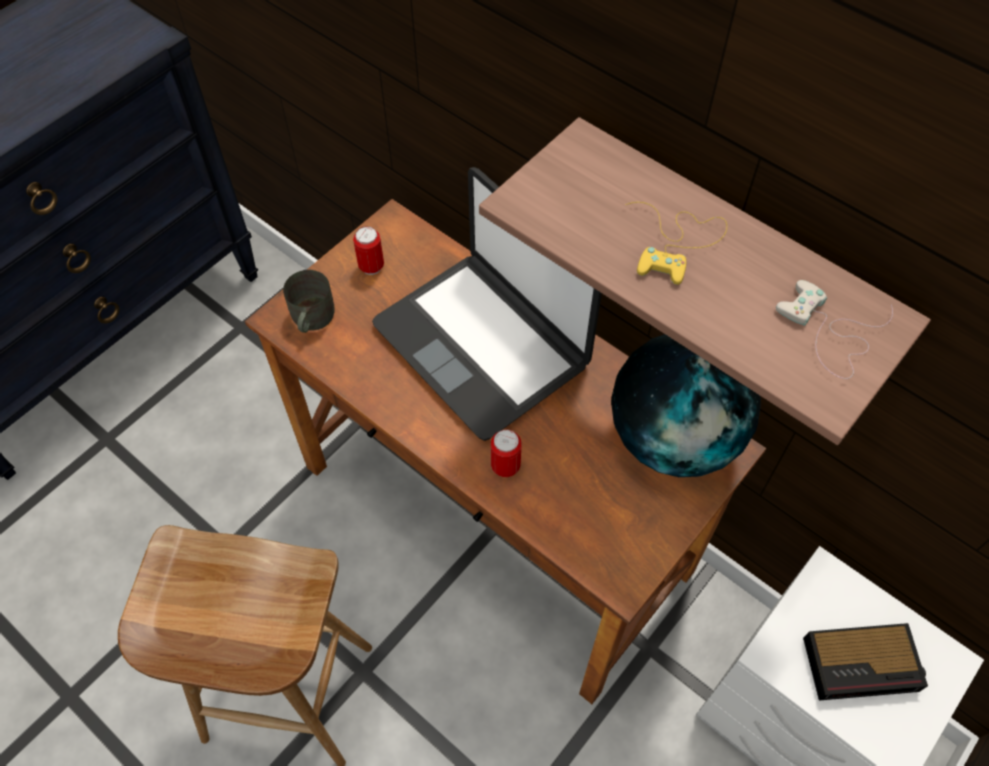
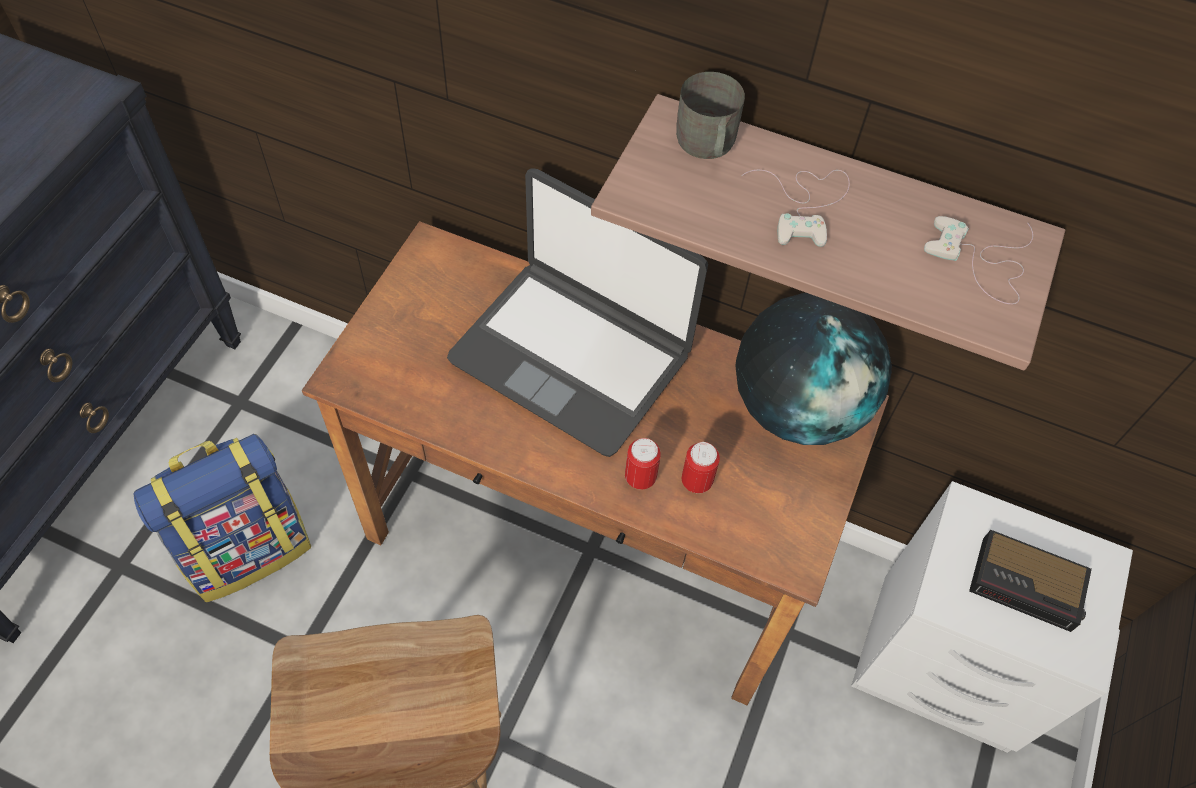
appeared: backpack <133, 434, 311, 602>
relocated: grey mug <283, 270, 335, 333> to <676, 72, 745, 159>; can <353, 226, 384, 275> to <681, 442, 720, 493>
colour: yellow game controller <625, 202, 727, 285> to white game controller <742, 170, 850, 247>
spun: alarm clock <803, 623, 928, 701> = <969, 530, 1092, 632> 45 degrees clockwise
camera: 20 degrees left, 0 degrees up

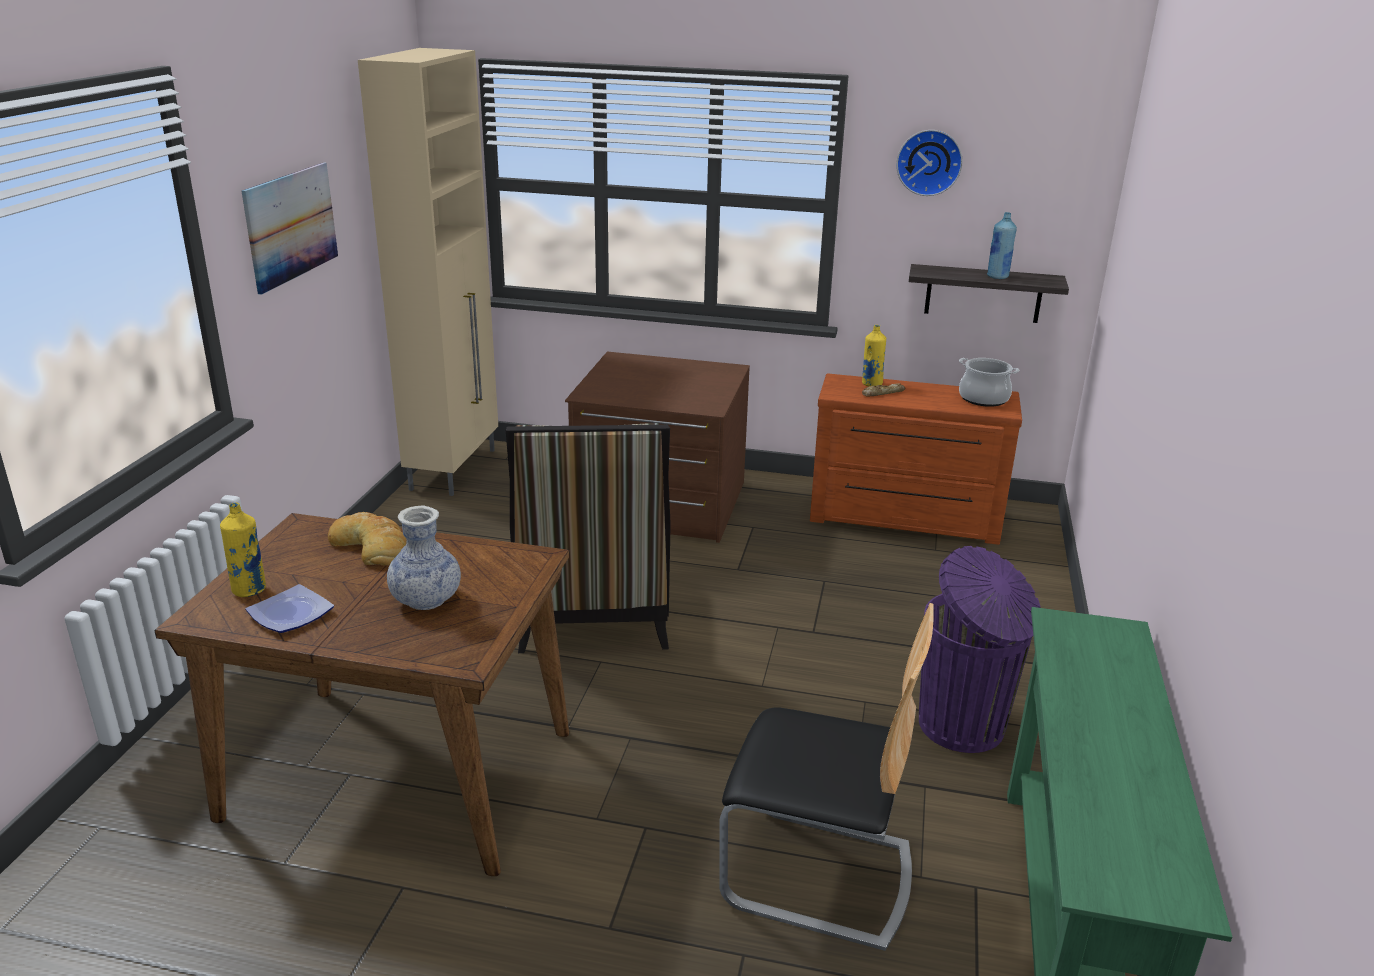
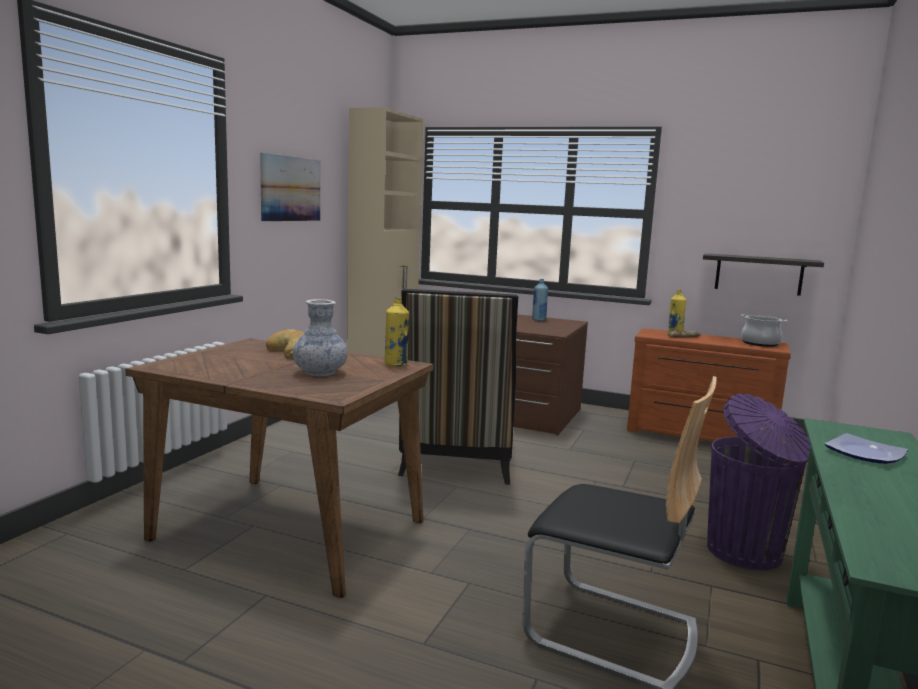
missing: wall clock <896, 130, 963, 196>
relocated: yellow bottle <220, 502, 266, 597> to <385, 297, 409, 366>; plate <246, 584, 334, 633> to <824, 433, 908, 464>; blue bottle <987, 212, 1017, 279> to <532, 279, 548, 321>
camera: 10 degrees right, 15 degrees down

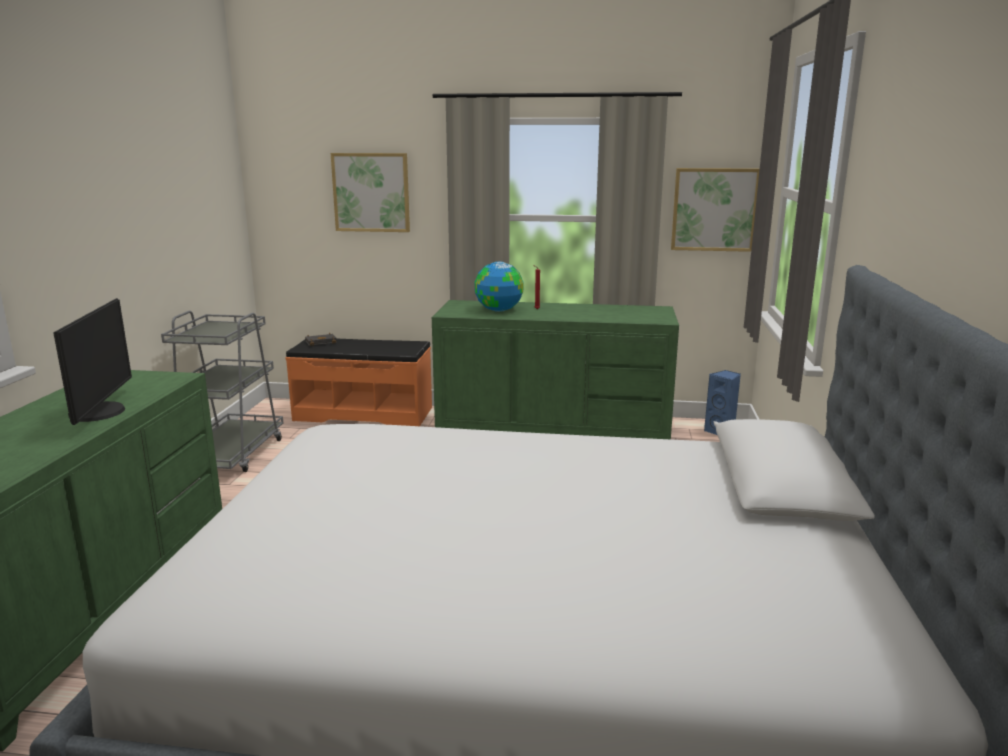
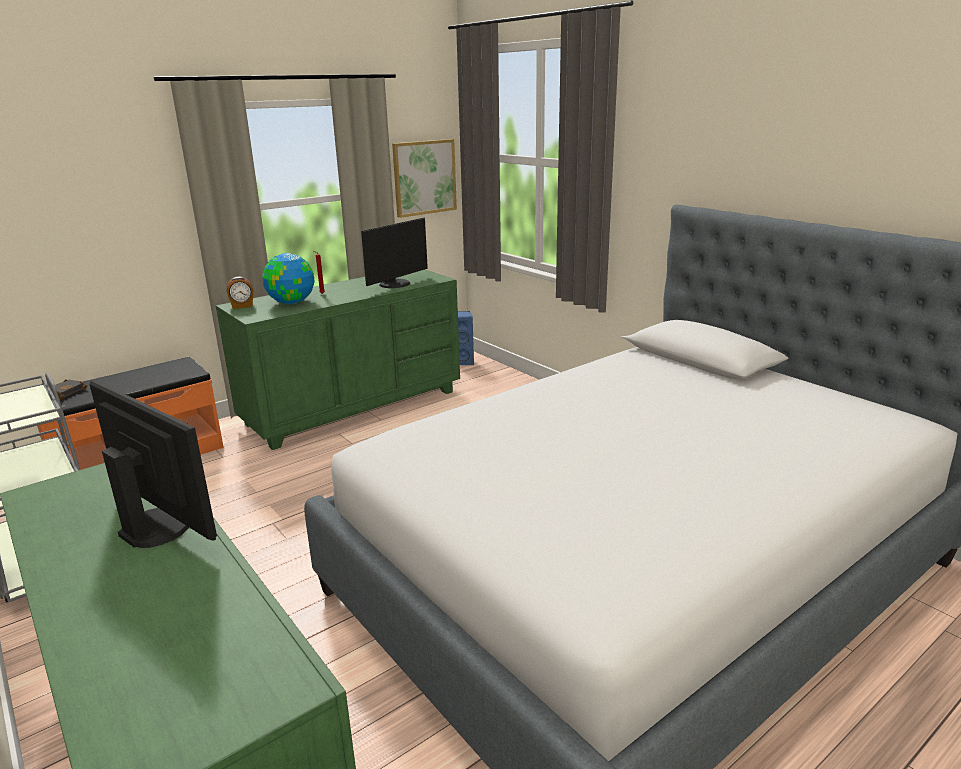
missing: picture <331, 153, 410, 232>
appeared: alarm clock <227, 277, 253, 309>; monitor <361, 218, 428, 288>
camera: 45 degrees left, 5 degrees up

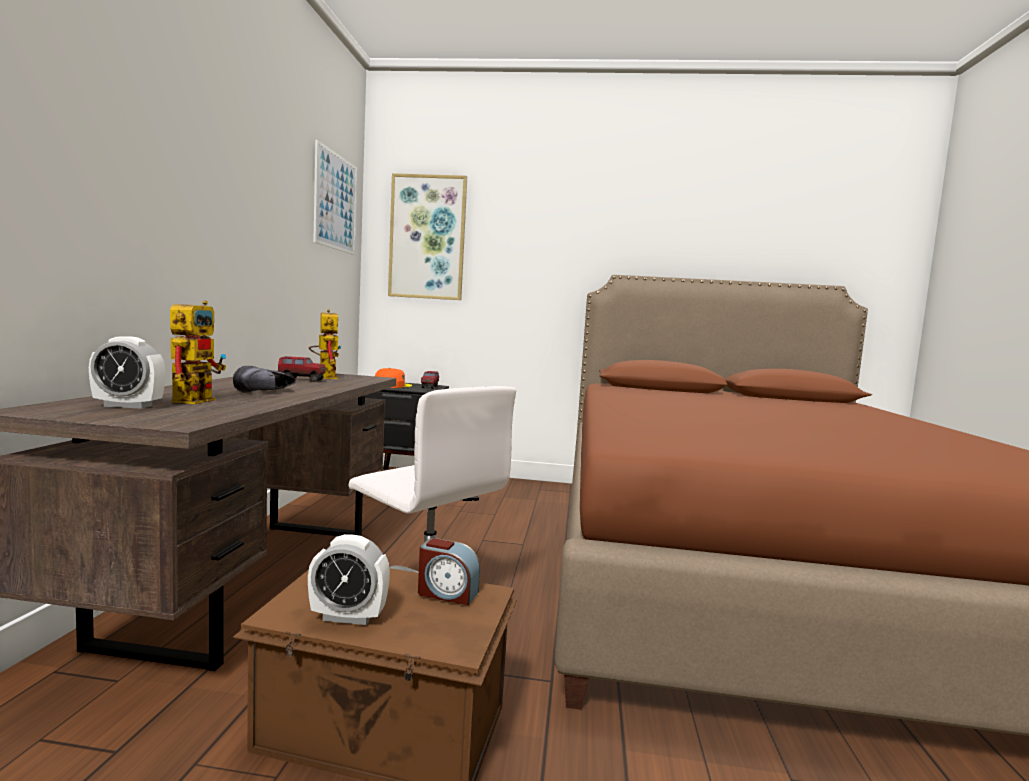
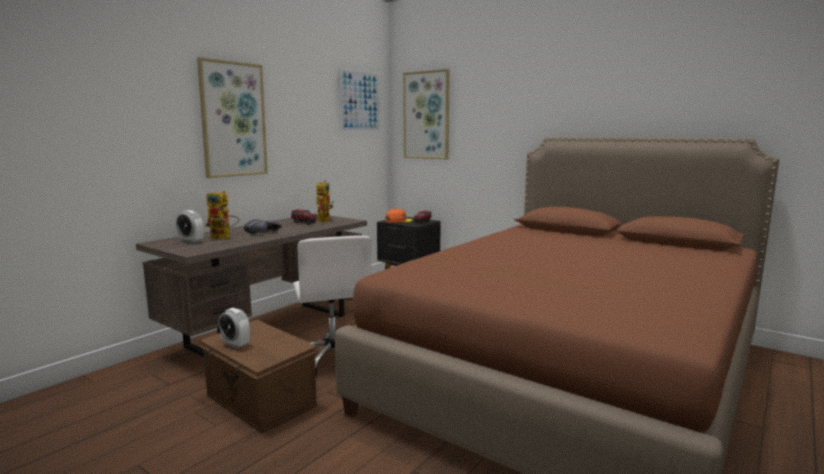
missing: alarm clock <418, 538, 480, 605>
appeared: picture <197, 57, 268, 178>
spun: toy robot <170, 301, 226, 404> = <206, 191, 239, 240> 75 degrees clockwise
camera: 30 degrees right, 5 degrees up

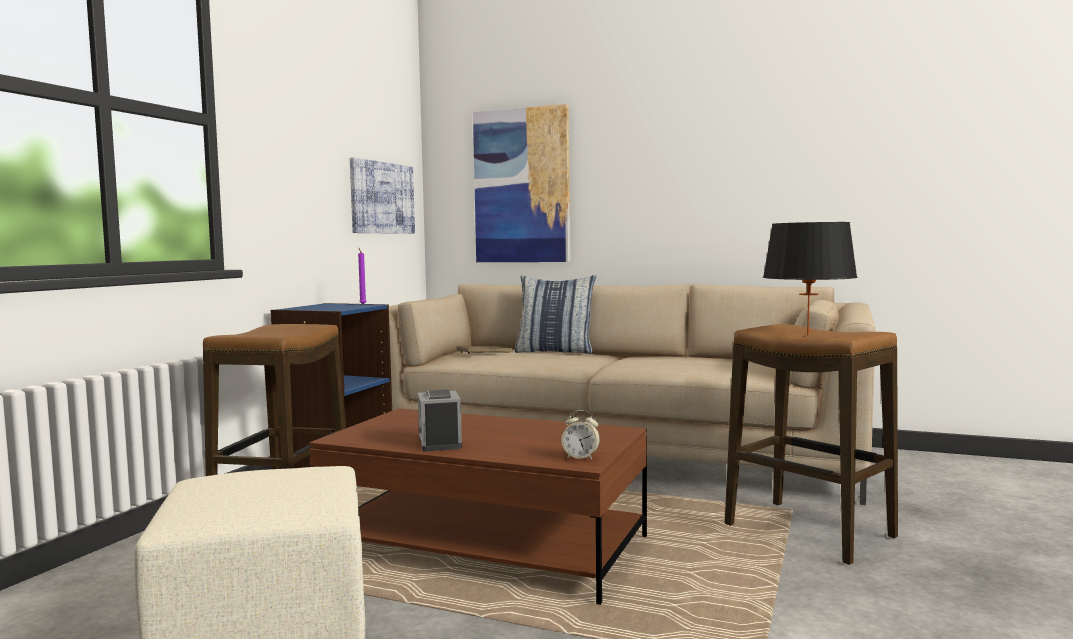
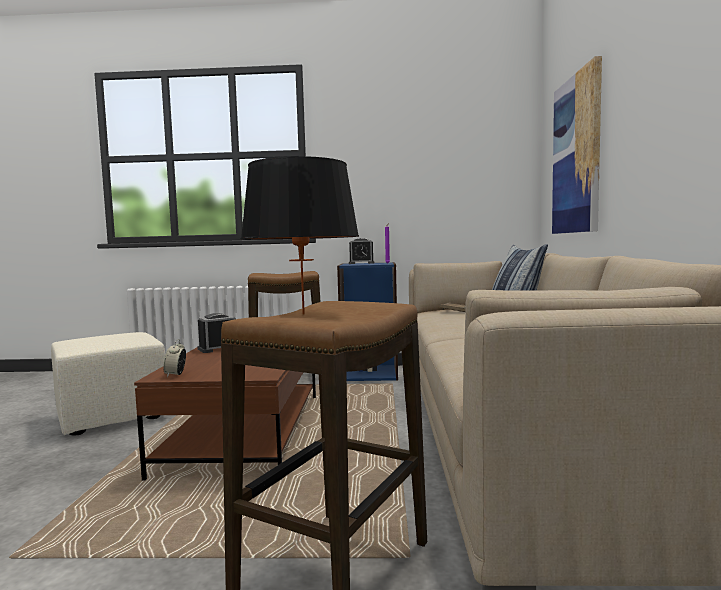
missing: picture <350, 157, 415, 234>
appeared: alarm clock <349, 238, 374, 264>
camera: 70 degrees right, 0 degrees up

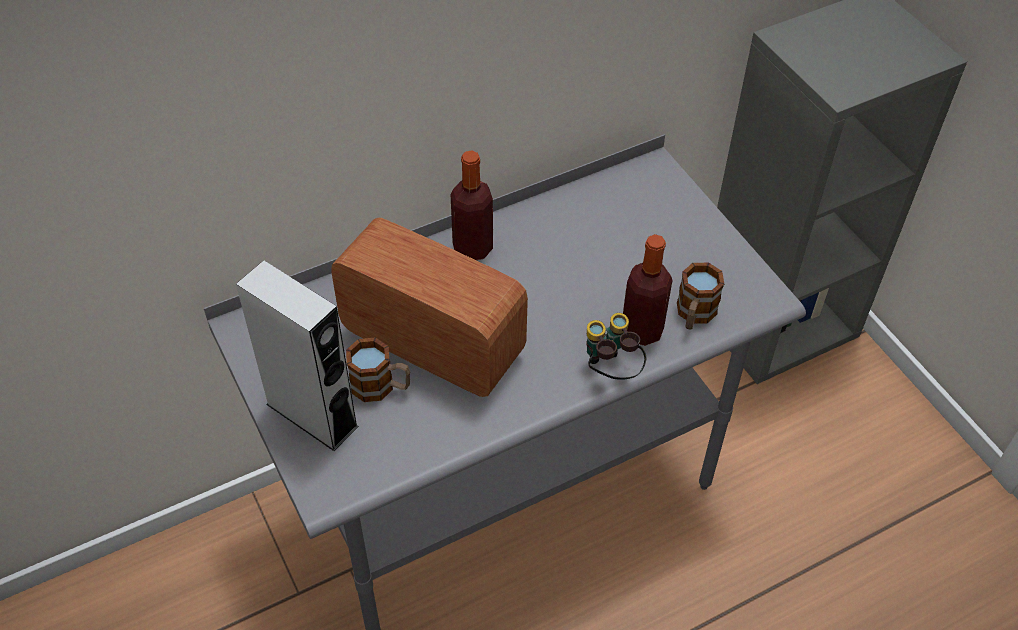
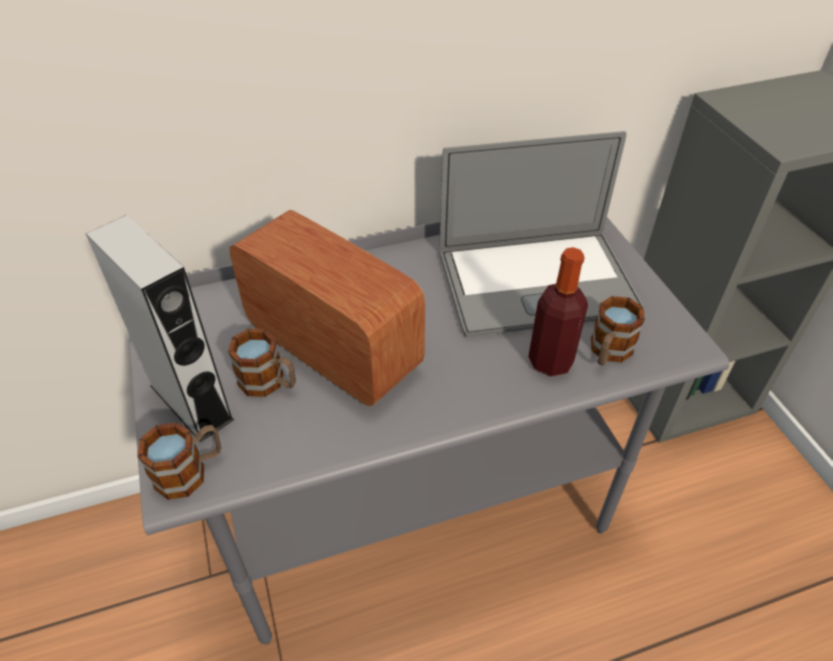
missing: bottle <450, 151, 493, 260>; binoculars <586, 313, 646, 380>
appeared: mug <137, 422, 222, 500>; laptop <440, 131, 646, 337>
camera: 10 degrees right, 5 degrees down

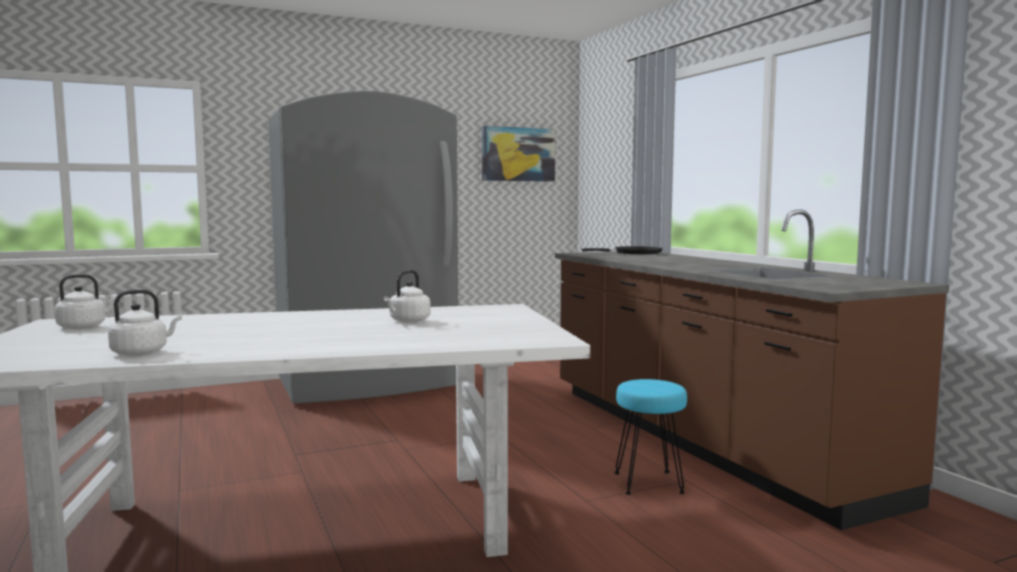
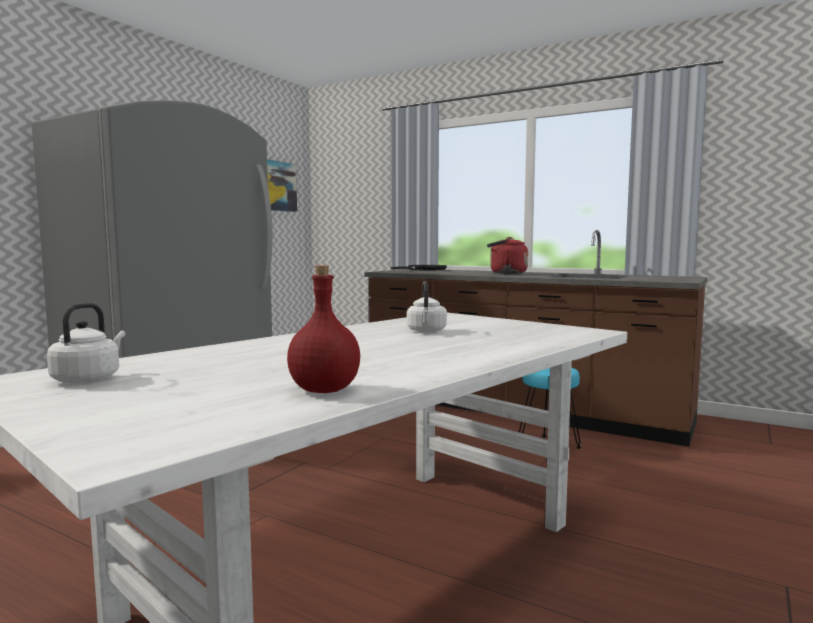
appeared: red kettle <487, 237, 528, 274>
exchanged: white kettle <108, 290, 182, 356> to red bottle <287, 265, 360, 393>
camera: 35 degrees left, 0 degrees up

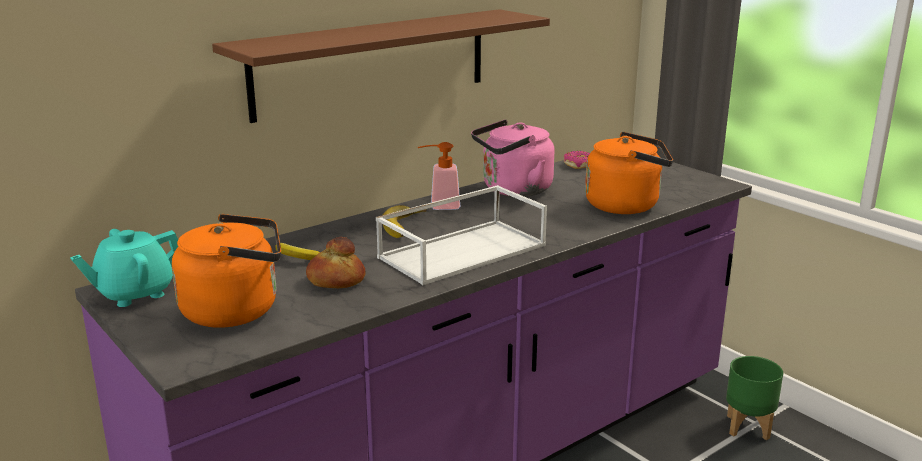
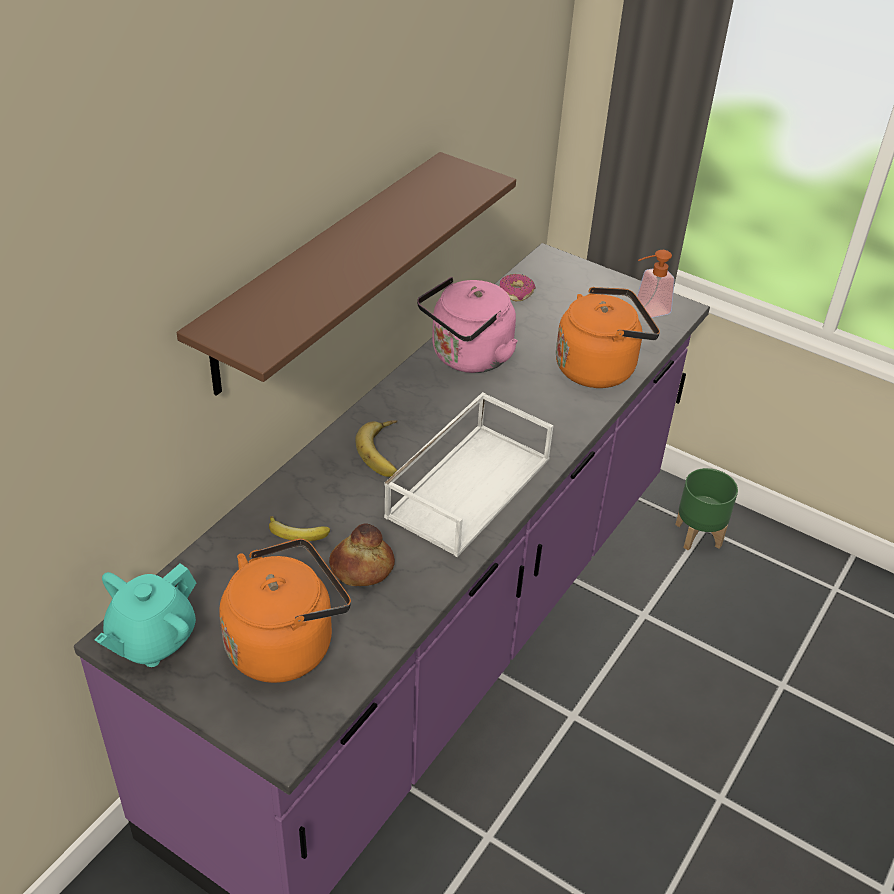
relocated: soap dispenser <418, 142, 460, 210> to <637, 250, 675, 318>
camera: 20 degrees left, 20 degrees up

